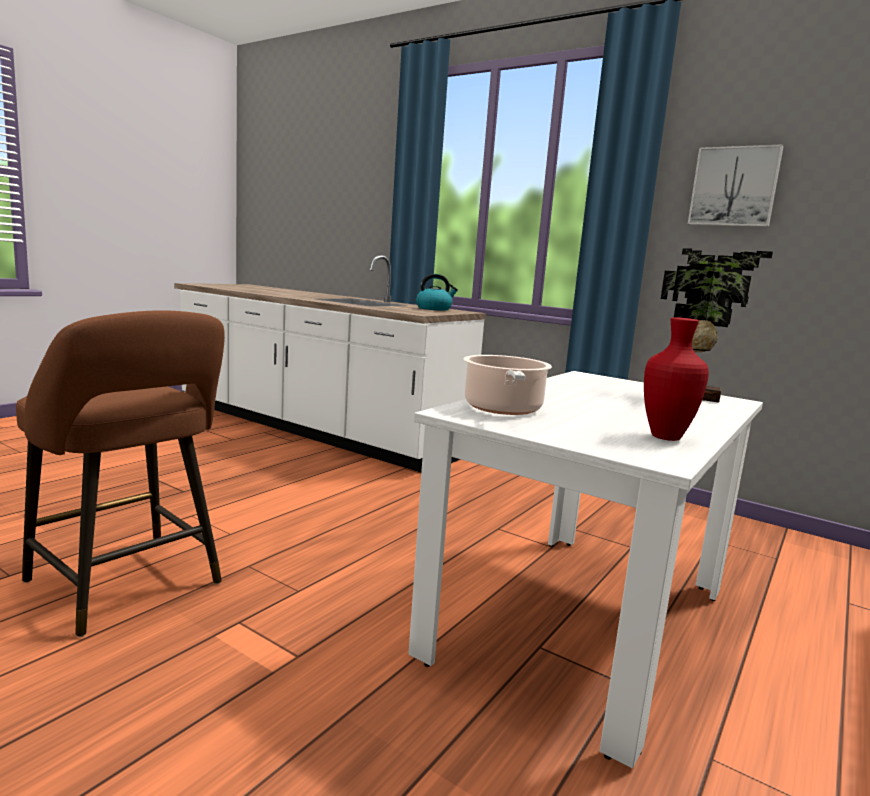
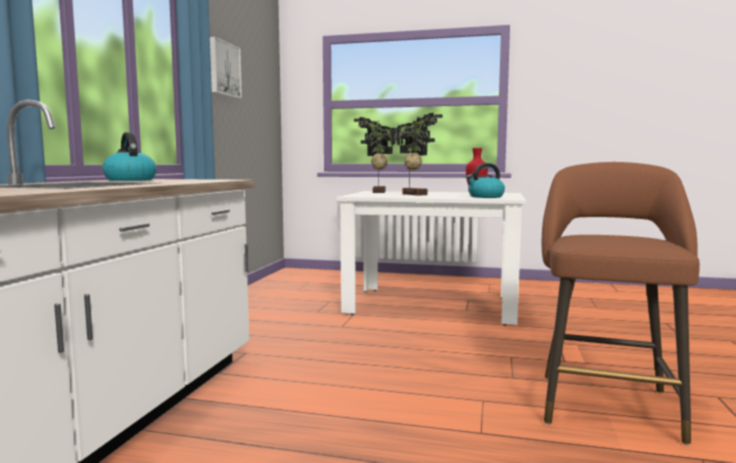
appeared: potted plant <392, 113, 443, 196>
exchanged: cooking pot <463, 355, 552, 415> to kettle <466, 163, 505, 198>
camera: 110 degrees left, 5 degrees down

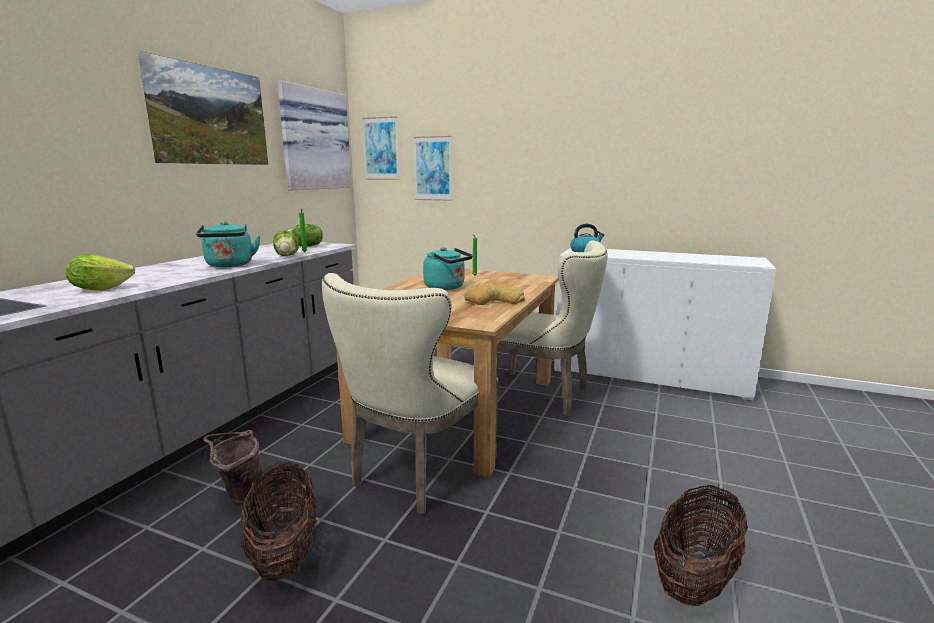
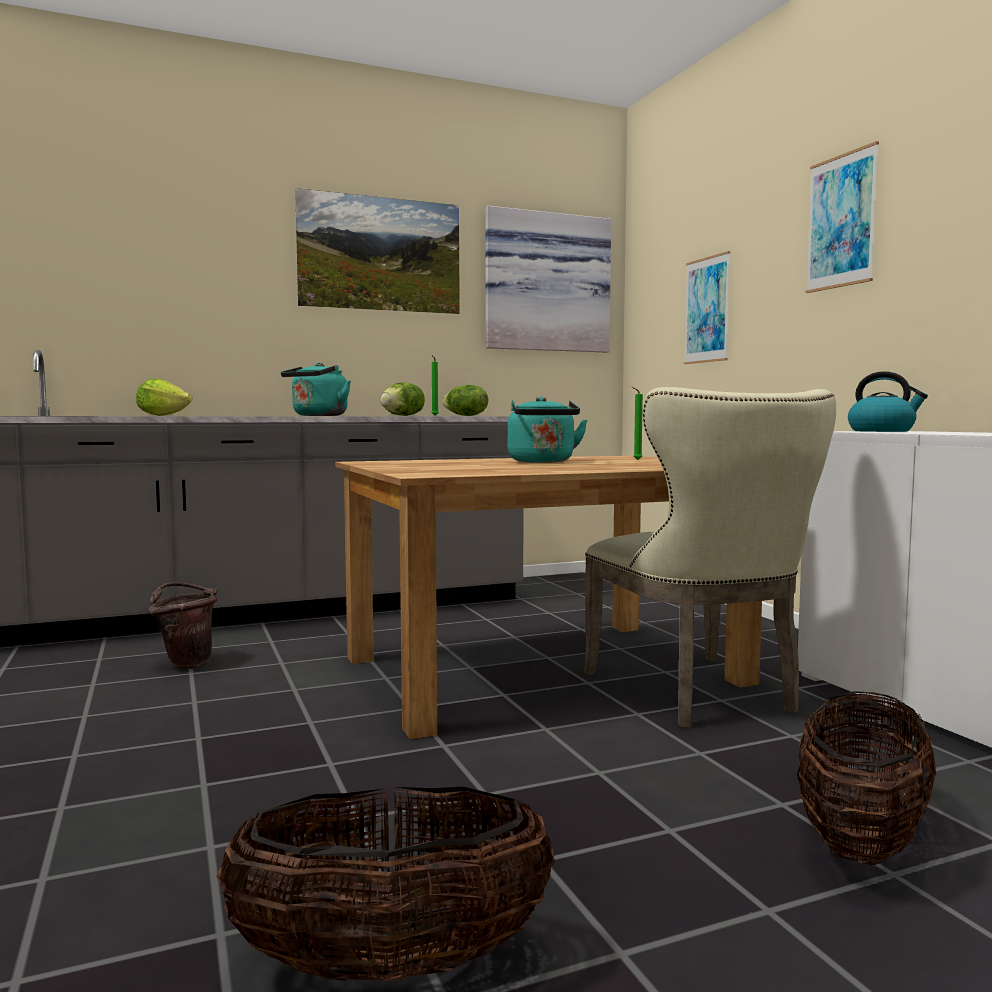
missing: beige chair <322, 273, 499, 514>; bread <465, 282, 525, 305>
relocated: basket <241, 462, 317, 580> to <797, 691, 936, 865>; picture <362, 116, 399, 180> to <805, 141, 879, 293>
camera: 45 degrees right, 10 degrees down

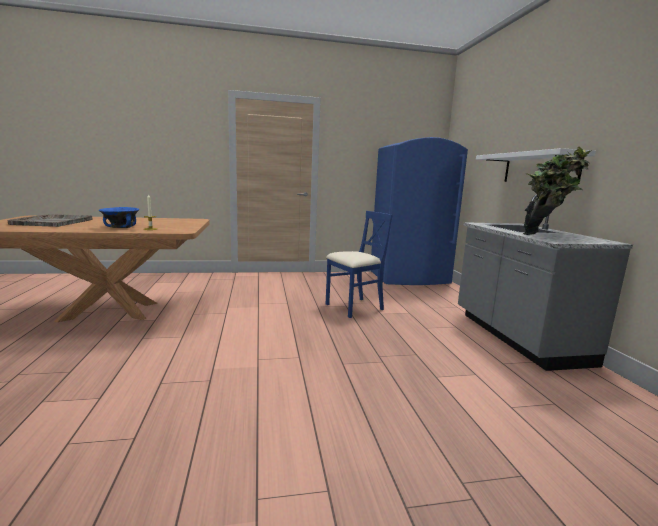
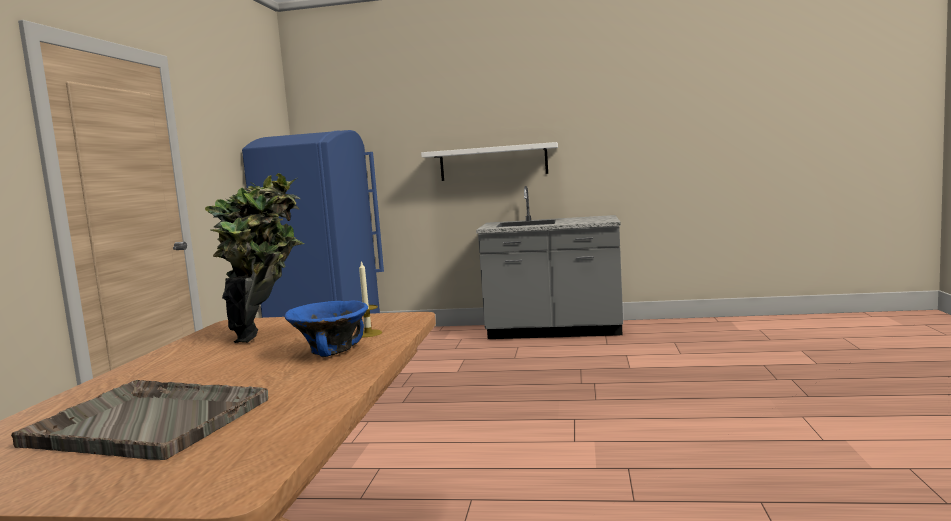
missing: blue chair <326, 211, 393, 318>
relocated: potted plant <523, 147, 592, 235> to <205, 173, 304, 343>
camera: 70 degrees left, 5 degrees down

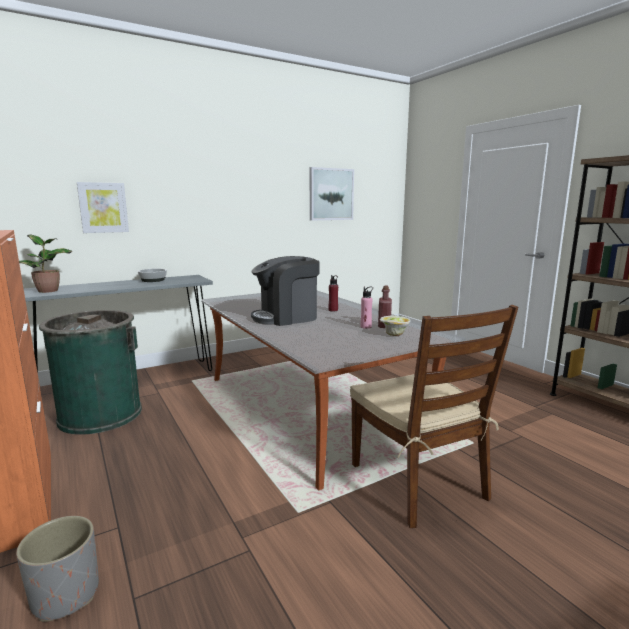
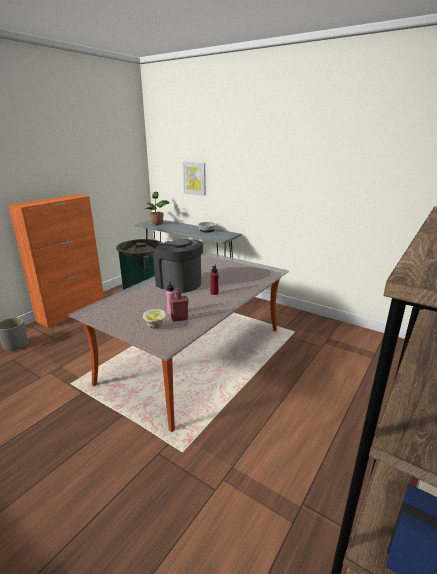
missing: picture <310, 167, 354, 221>; brown chair <350, 305, 518, 528>
camera: 65 degrees right, 10 degrees up

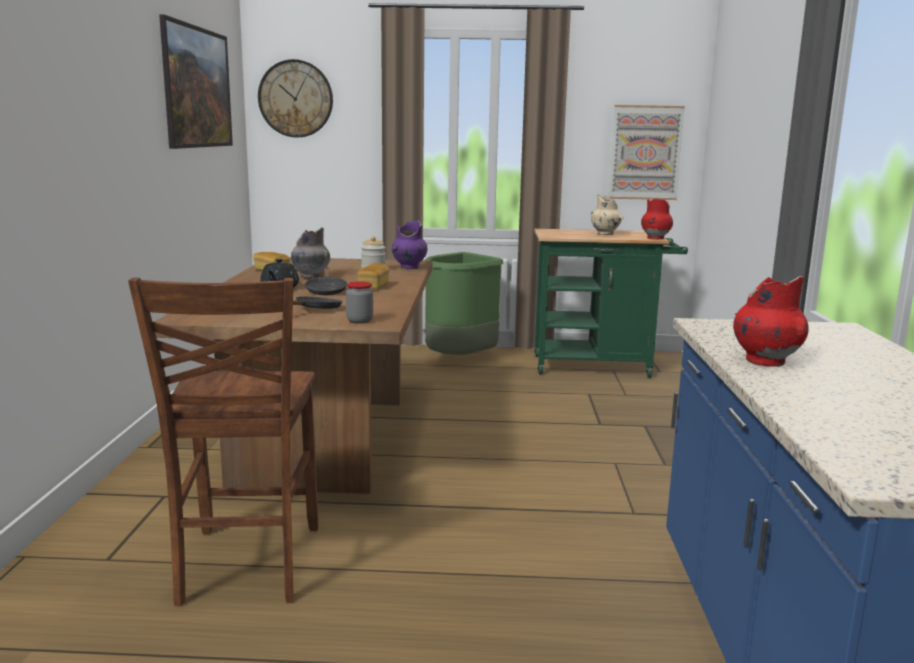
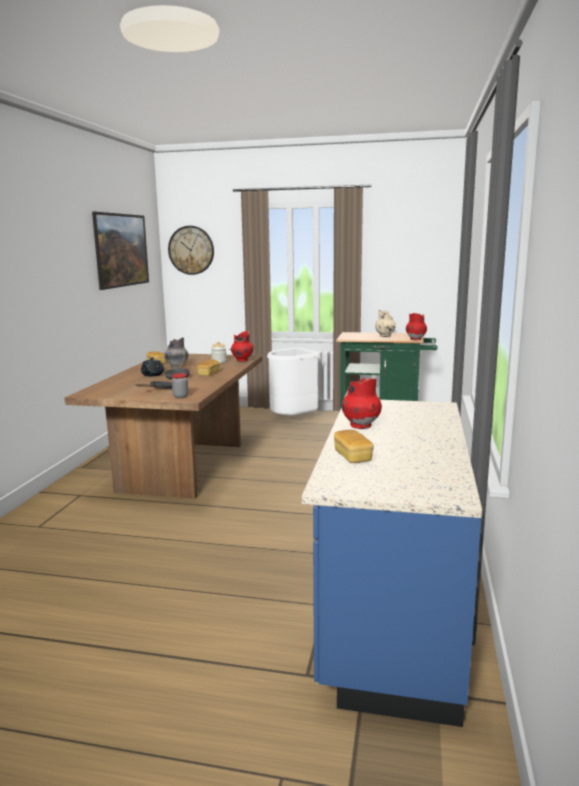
missing: brown chair <128, 278, 319, 607>; picture <609, 105, 685, 200>
appeared: bread <334, 430, 374, 463>
colour: purple vase <391, 220, 427, 269> to red vase <229, 331, 254, 362>; green trash can <425, 252, 503, 355> to white trash can <267, 347, 320, 415>
camera: 10 degrees right, 0 degrees up

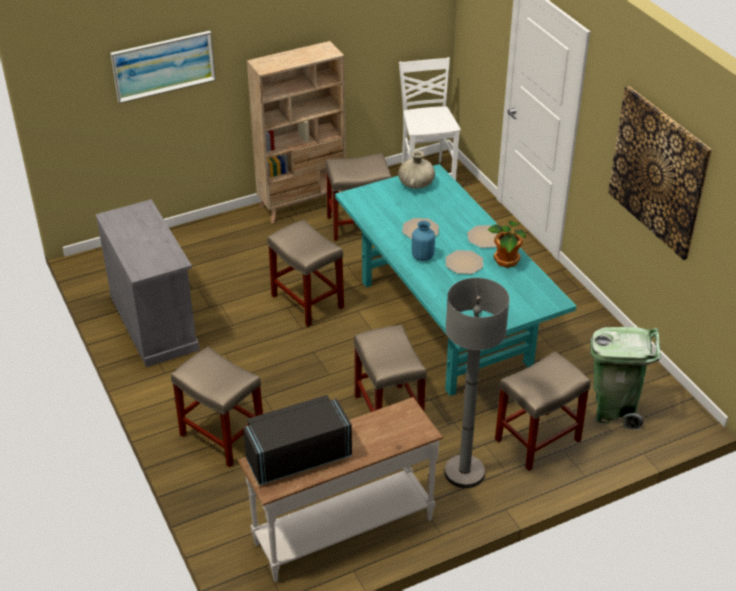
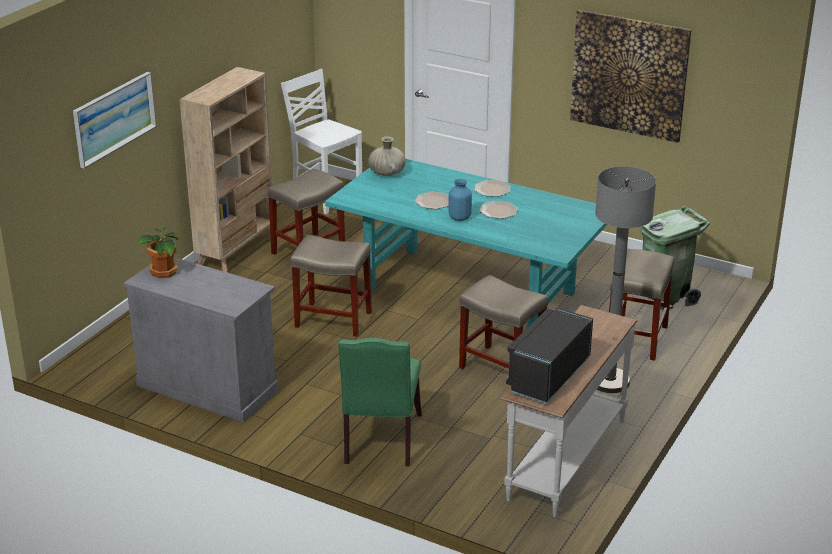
relocated: potted plant <488, 221, 526, 268> to <136, 227, 178, 278>
exchanged: beige stool <171, 347, 263, 467> to green chair <338, 338, 422, 466>
camera: 35 degrees left, 10 degrees down

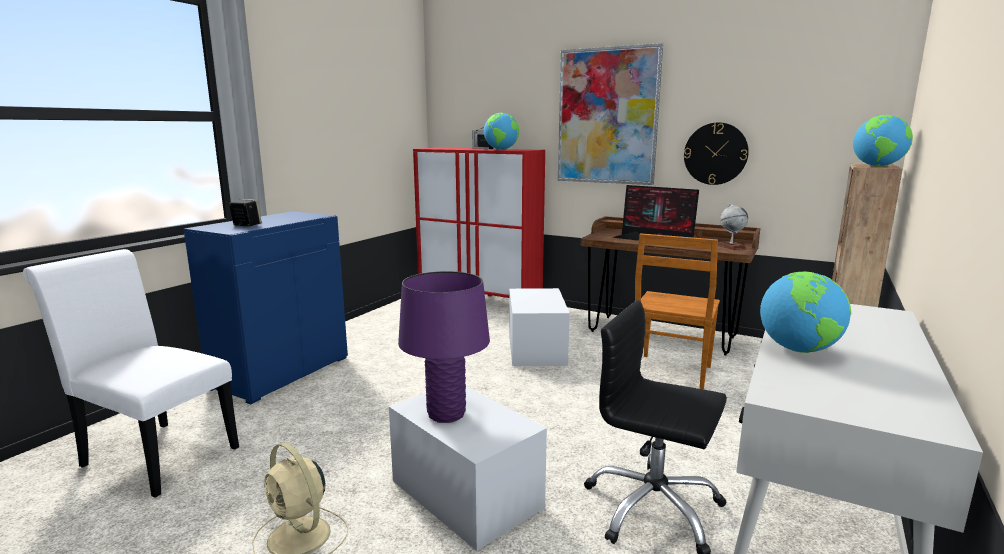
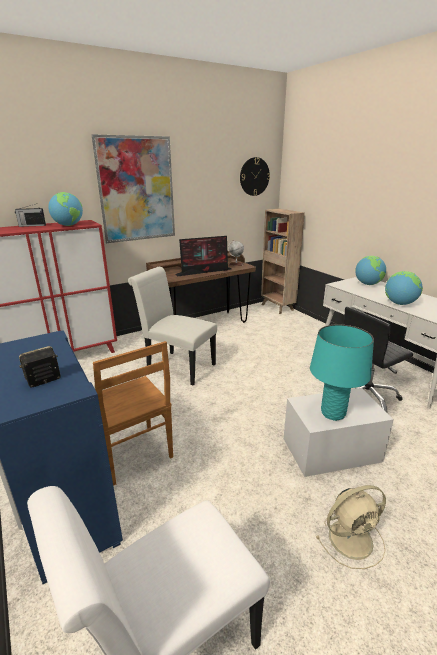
relocated: brown chair <635, 233, 720, 389> to <93, 341, 173, 486>; wall clock <684, 122, 749, 185> to <240, 157, 270, 196>; globe <853, 115, 913, 167> to <355, 256, 386, 285>
exchanged: white storage box <509, 288, 570, 366> to white chair <128, 267, 217, 385>
colour: purple table lamp <398, 271, 490, 423> to turquoise table lamp <310, 324, 374, 421>
camera: 60 degrees left, 10 degrees up

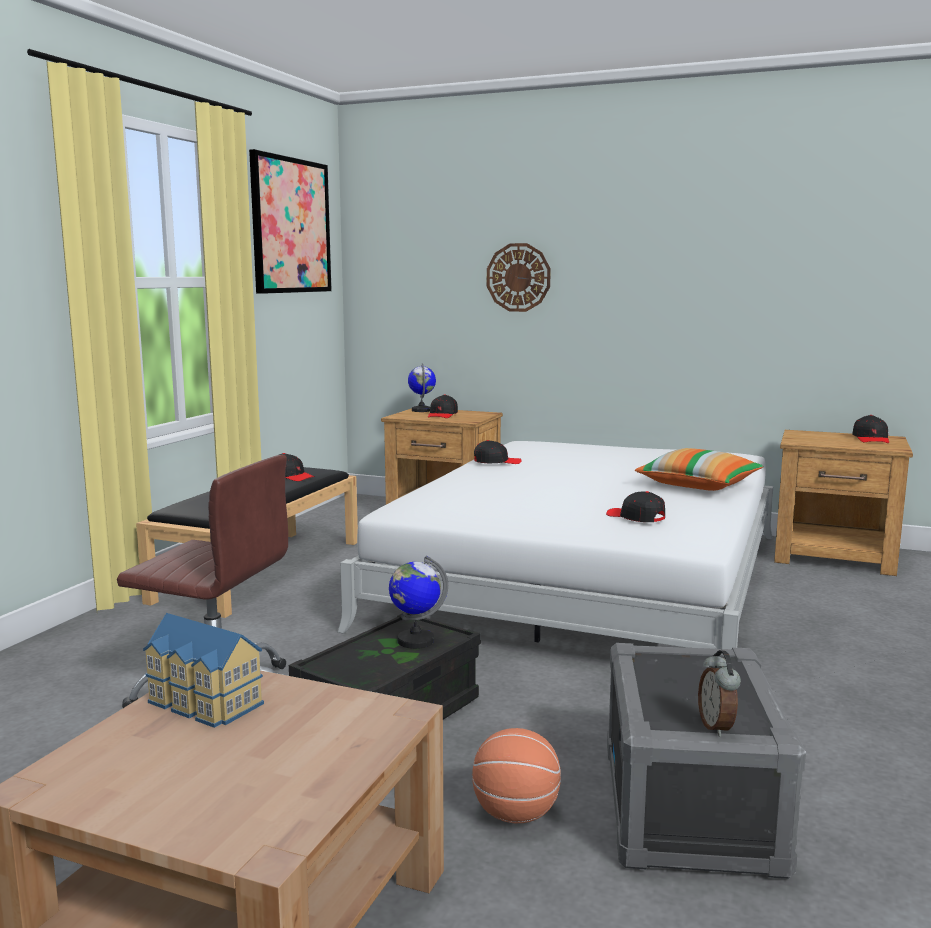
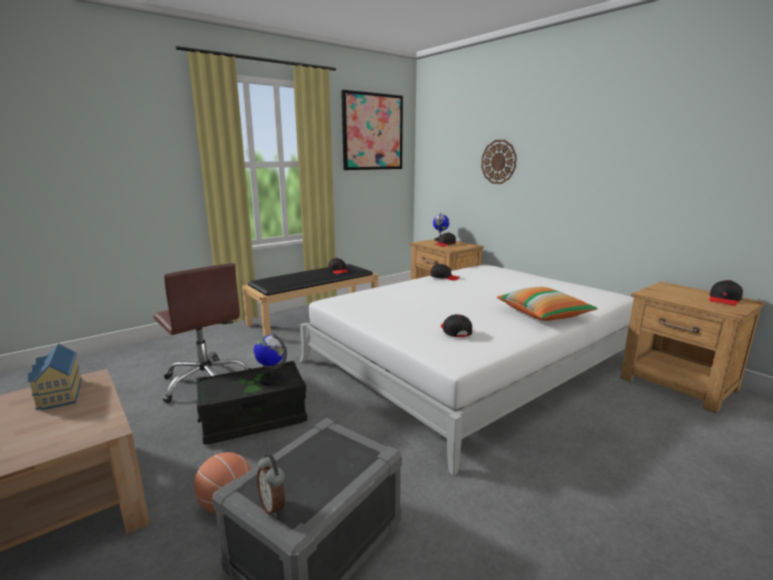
spun: alarm clock <698, 650, 741, 737> = <257, 454, 285, 517> 60 degrees counterclockwise
camera: 30 degrees right, 5 degrees up

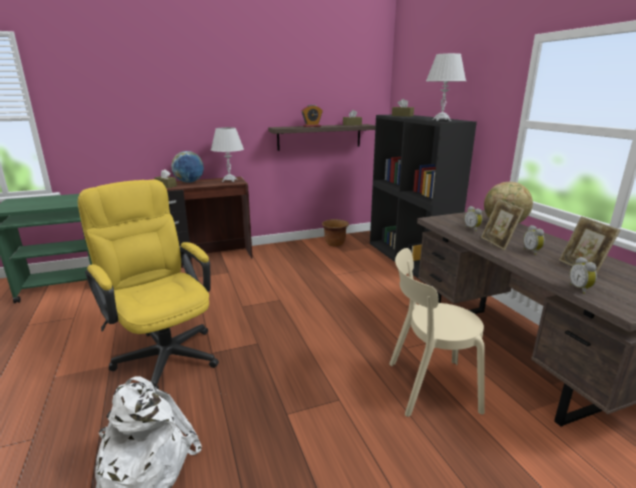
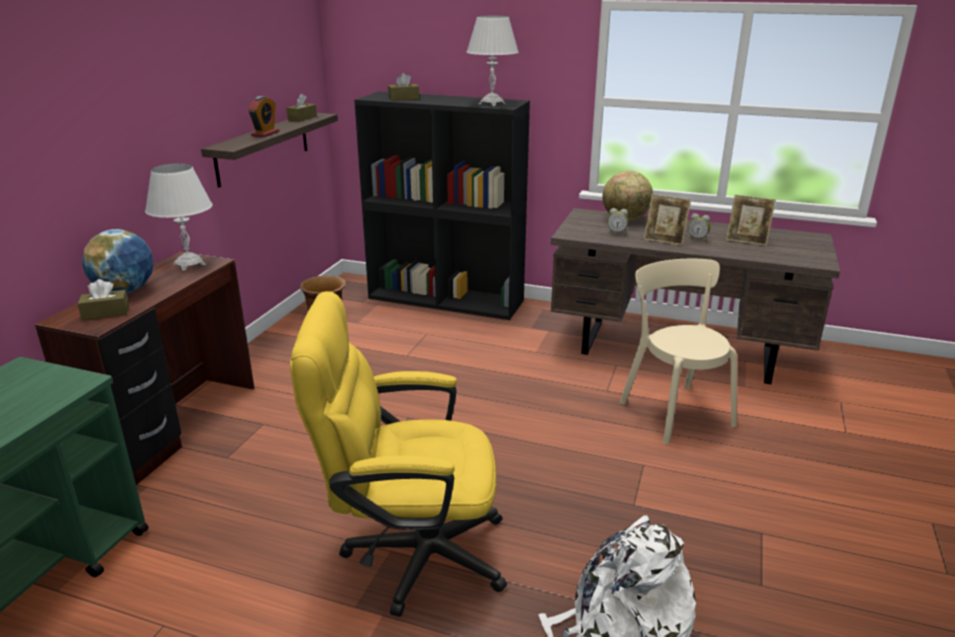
missing: alarm clock <570, 257, 597, 294>
spun: beige chair <389, 248, 485, 417> = <620, 259, 737, 445> 120 degrees clockwise
camera: 50 degrees left, 5 degrees up

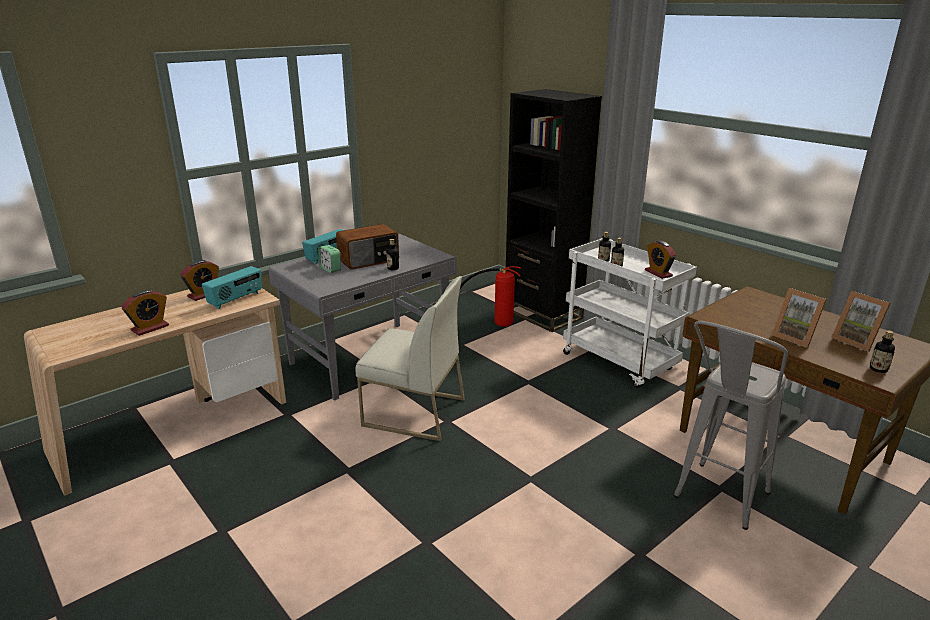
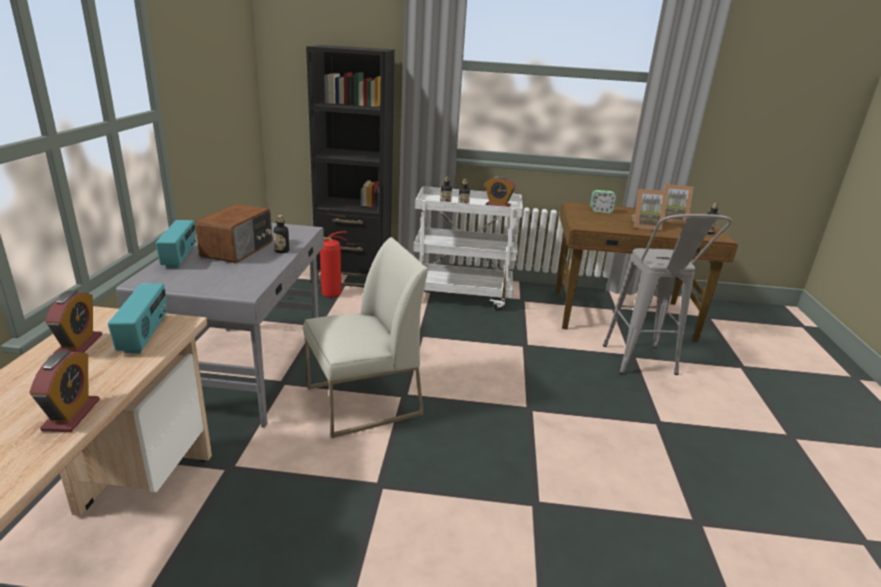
relocated: alarm clock <318, 245, 341, 273> to <590, 190, 616, 213>
camera: 45 degrees left, 0 degrees up

